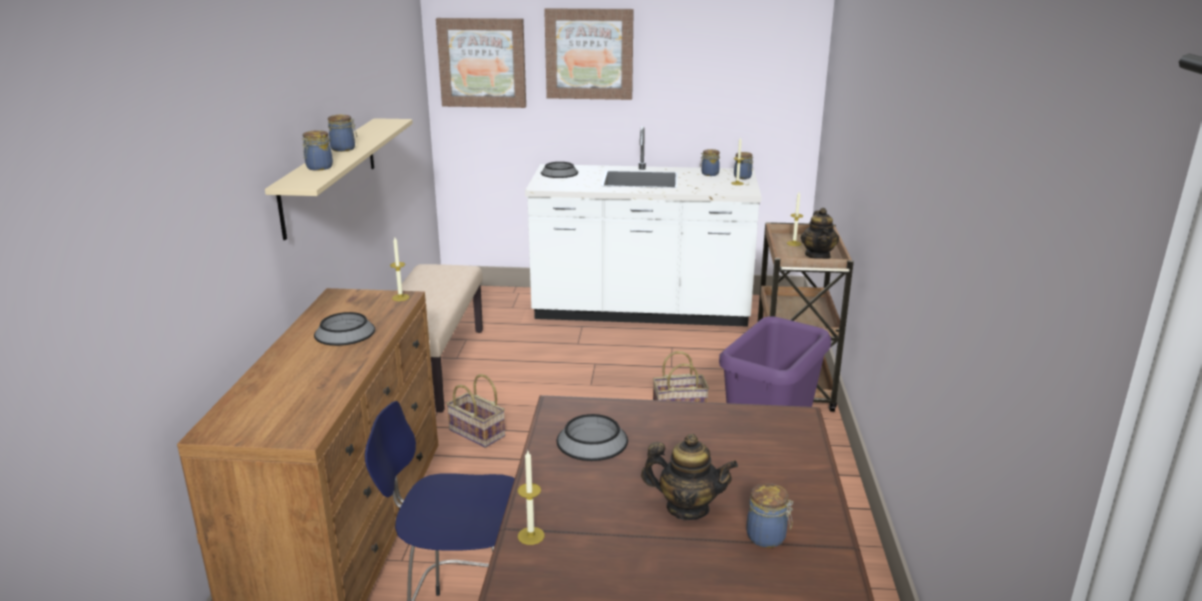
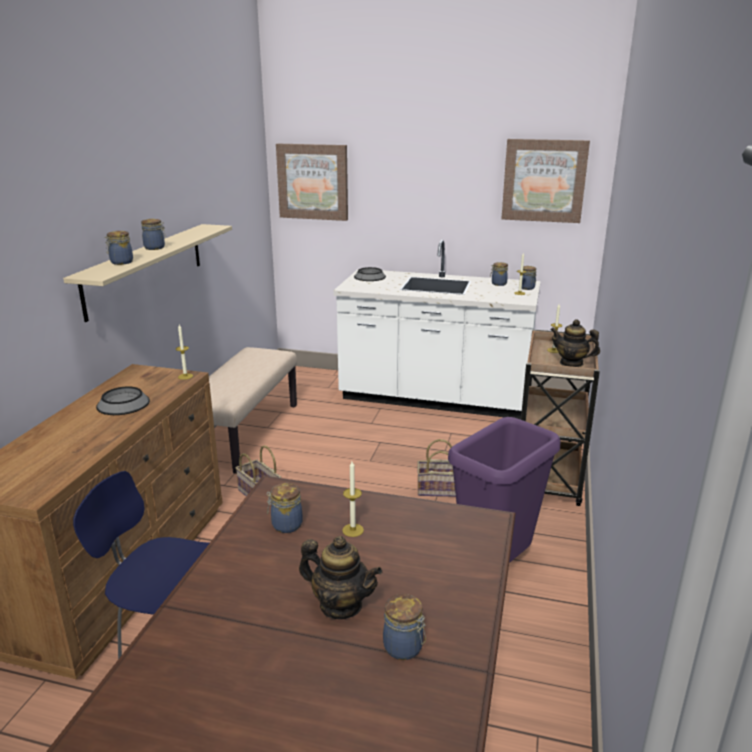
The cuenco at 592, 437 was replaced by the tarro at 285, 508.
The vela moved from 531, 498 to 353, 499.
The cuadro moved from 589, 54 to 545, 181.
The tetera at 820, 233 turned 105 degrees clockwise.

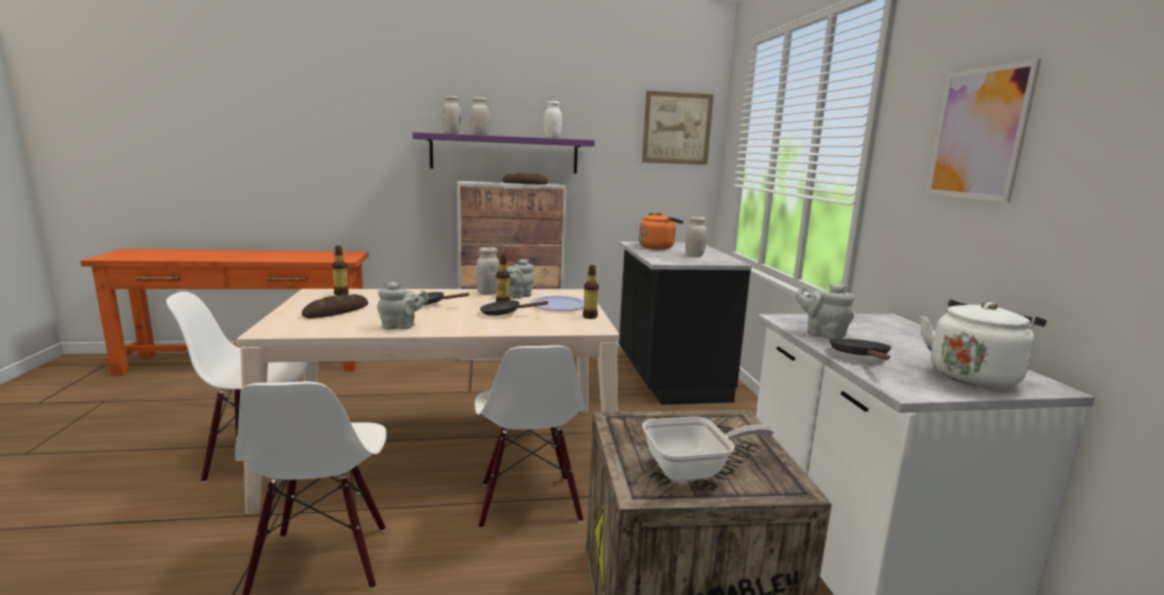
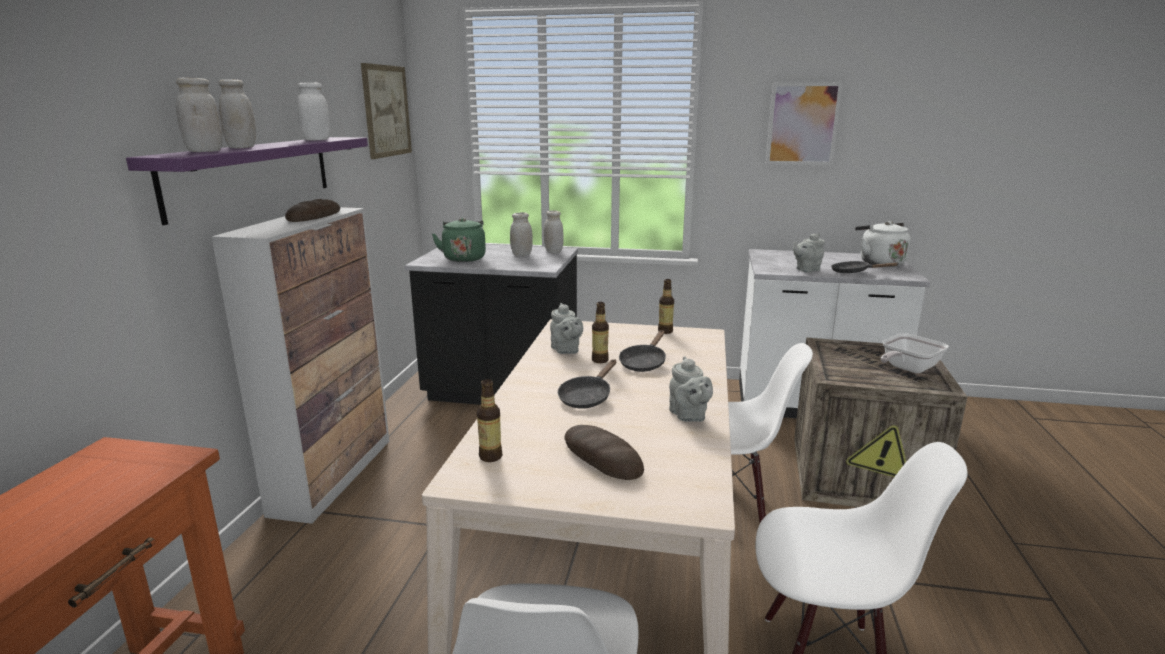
The hervidor [naranja] at 661, 231 became the hervidor [verde] at 459, 240.
The tarro [blanco] moved from 487, 271 to 554, 231.
The tetera [gris] at 403, 305 turned 150 degrees clockwise.
The sartén at 708, 448 turned 135 degrees counterclockwise.
The plato at 557, 303 disappeared.

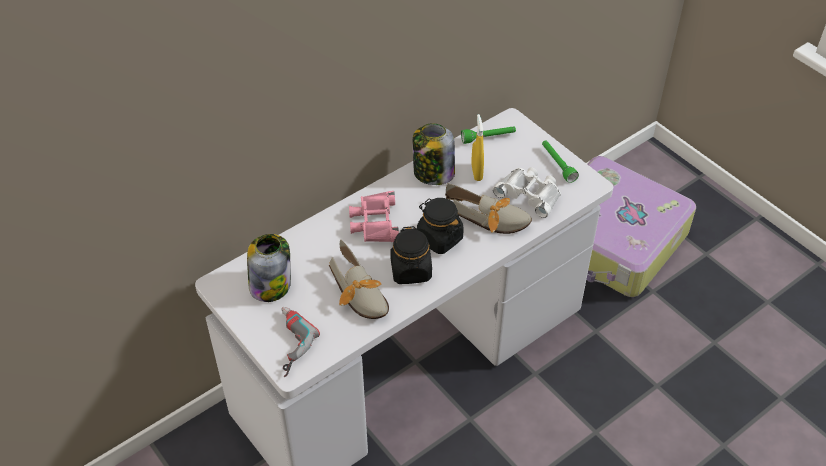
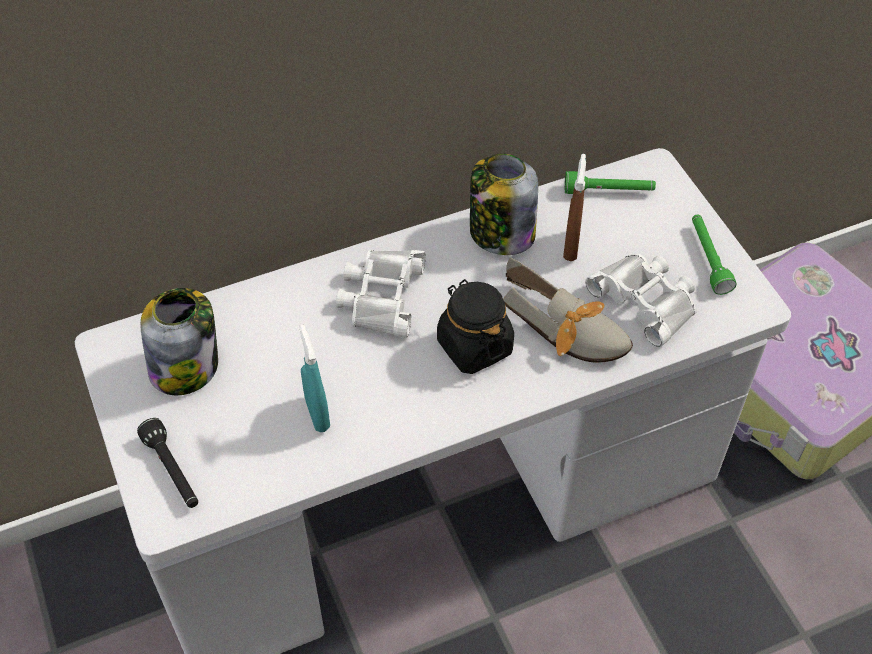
The taladro at 300, 342 was replaced by the linterna [negro] at 167, 463.
The zapato at 359, 279 was replaced by the pulverizador [turquesa] at 314, 378.
The prismáticos [rosa] at 374, 216 became the prismáticos [blanco] at 381, 294.
The pulverizador [amarillo] at 477, 147 became the pulverizador [marrón] at 574, 207.
The tarro [negro] at 411, 255 disappeared.

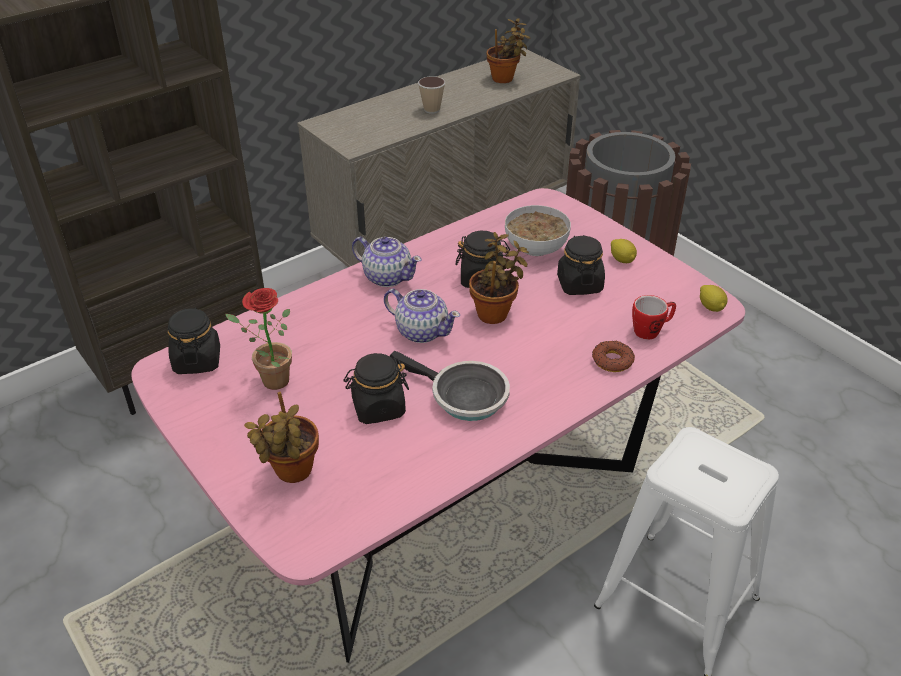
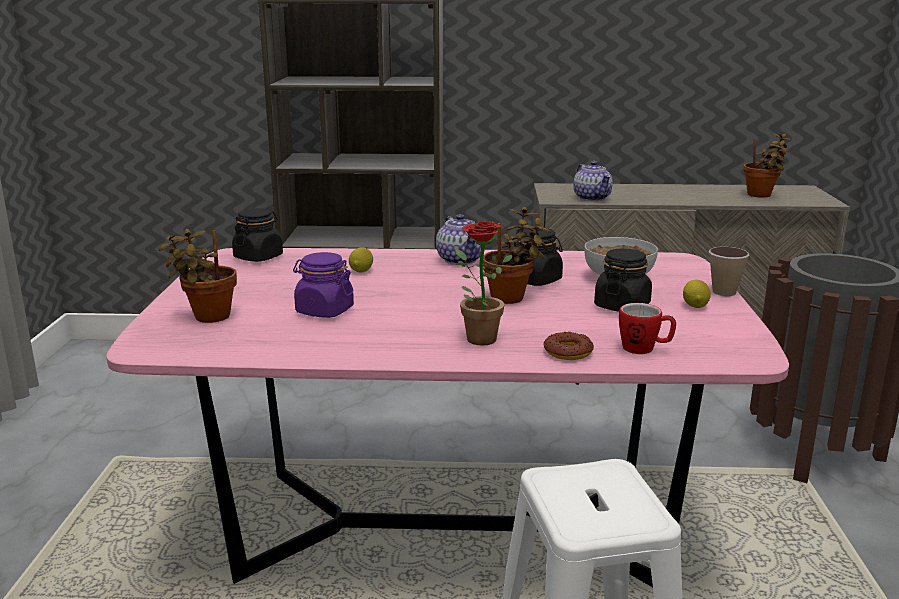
The tarro [negro] at 376, 388 became the tarro [morado] at 323, 285.
The limón moved from 713, 298 to 361, 260.
The planta en maceta moved from 258, 339 to 484, 283.
The tetera moved from 422, 316 to 593, 181.
The taza moved from 431, 94 to 729, 271.
The sartén at 450, 386 disappeared.

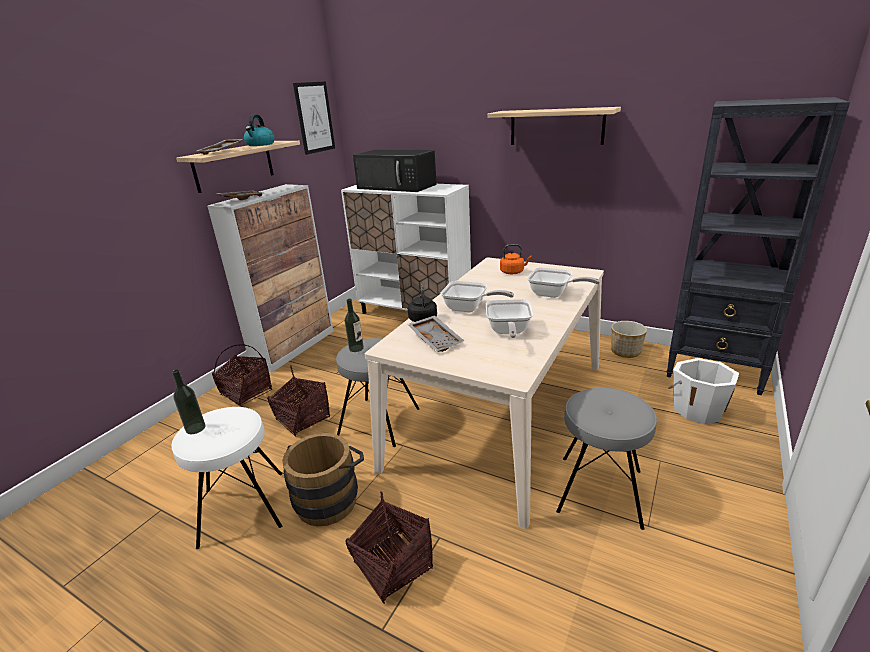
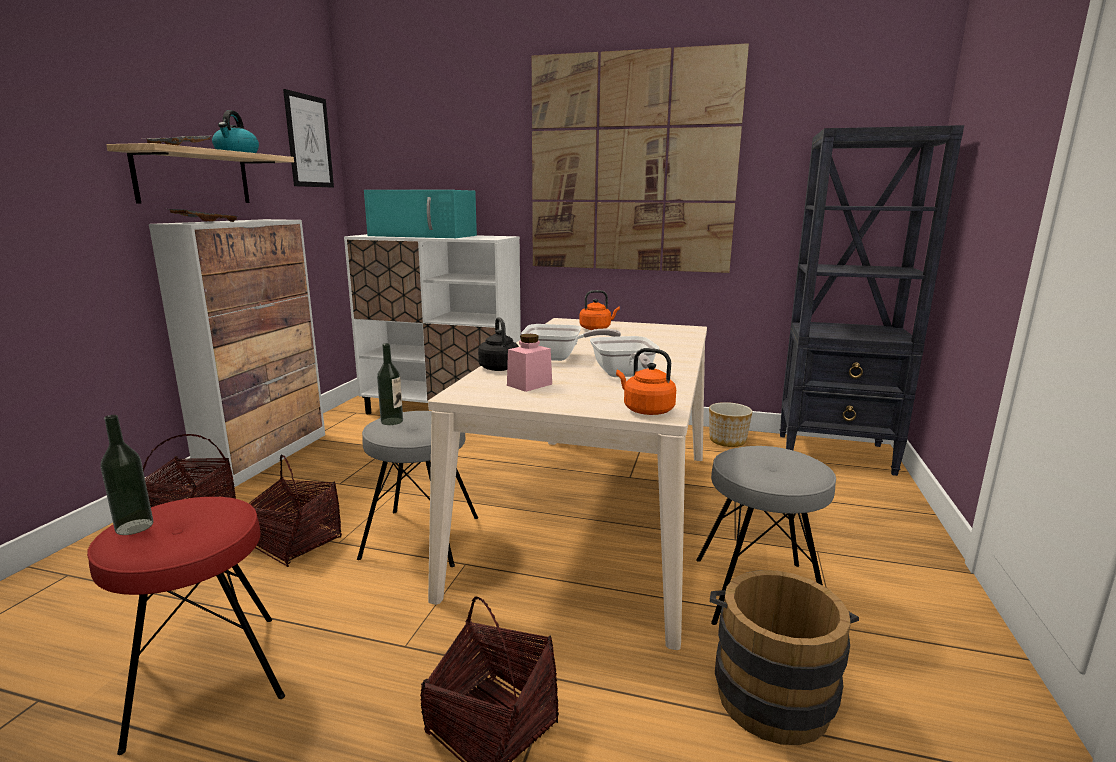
The taburete [blanco] at 227, 478 became the taburete [rojo] at 186, 626.
The microondas [negro] at 395, 171 became the microondas [turquesa] at 420, 214.
The bandeja [gris] at 435, 333 was replaced by the tarro [rosa] at 529, 363.
The estante at 554, 126 was replaced by the cuadro at 640, 158.
The hervidor [naranja] at 646, 381 appeared.
The cubo [marrón] moved from 323, 479 to 784, 657.
The sartén at 563, 282 disappeared.
The cubo [blanco] at 704, 391 disappeared.

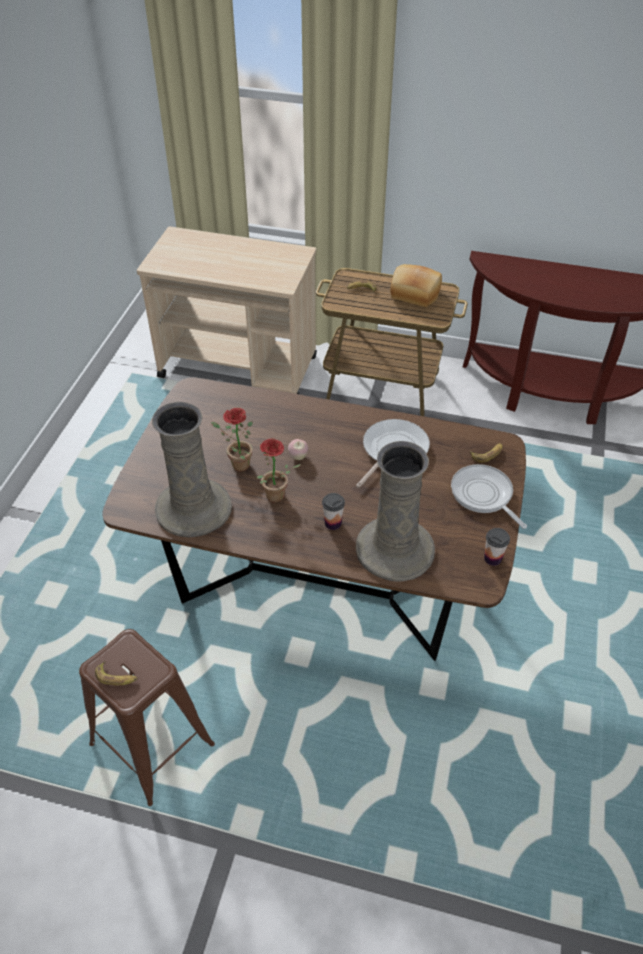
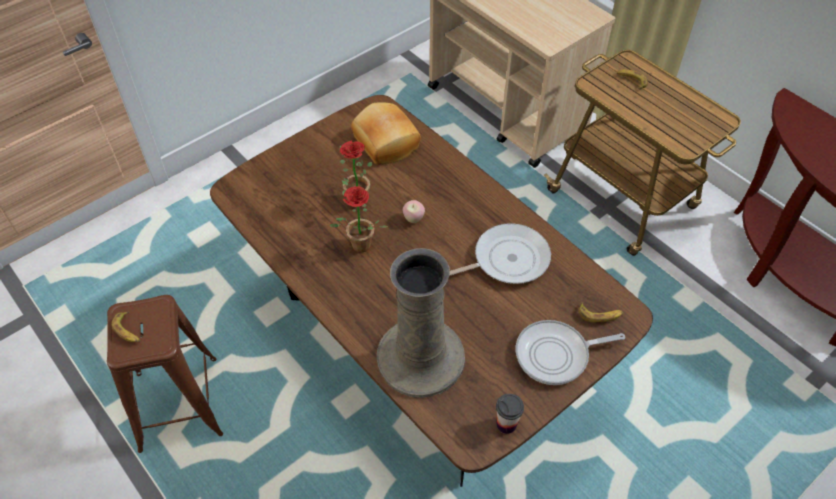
The pan moved from 416, 285 to 386, 133.
The sartén at 489, 496 turned 105 degrees counterclockwise.
The florero [beis] at 192, 469 disappeared.
The taza at 333, 511 disappeared.

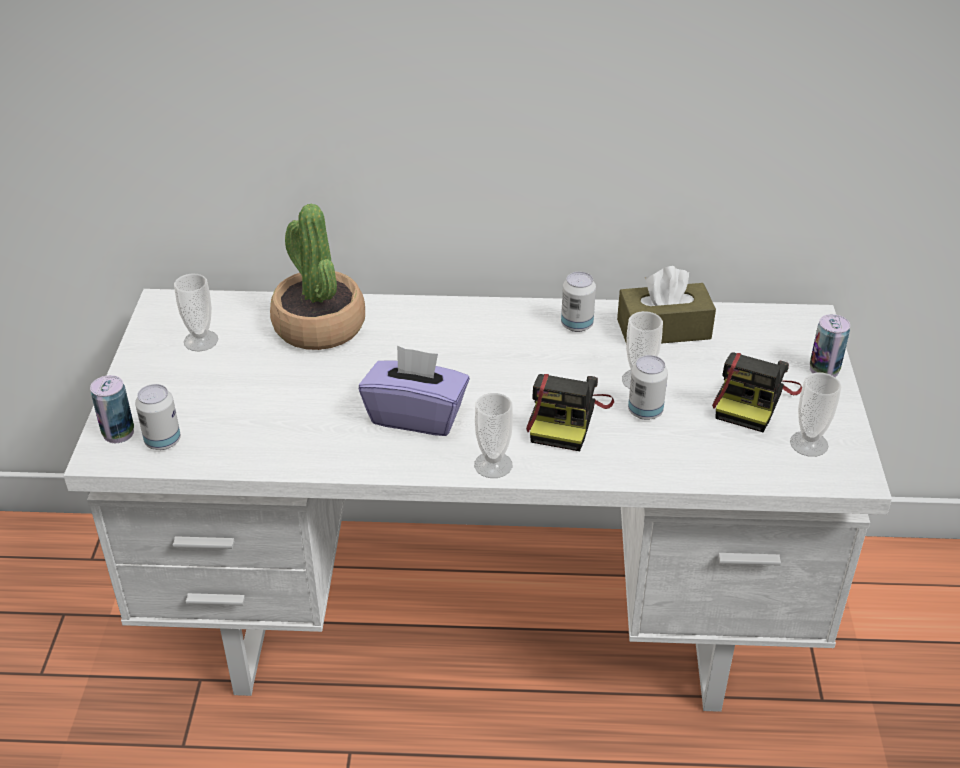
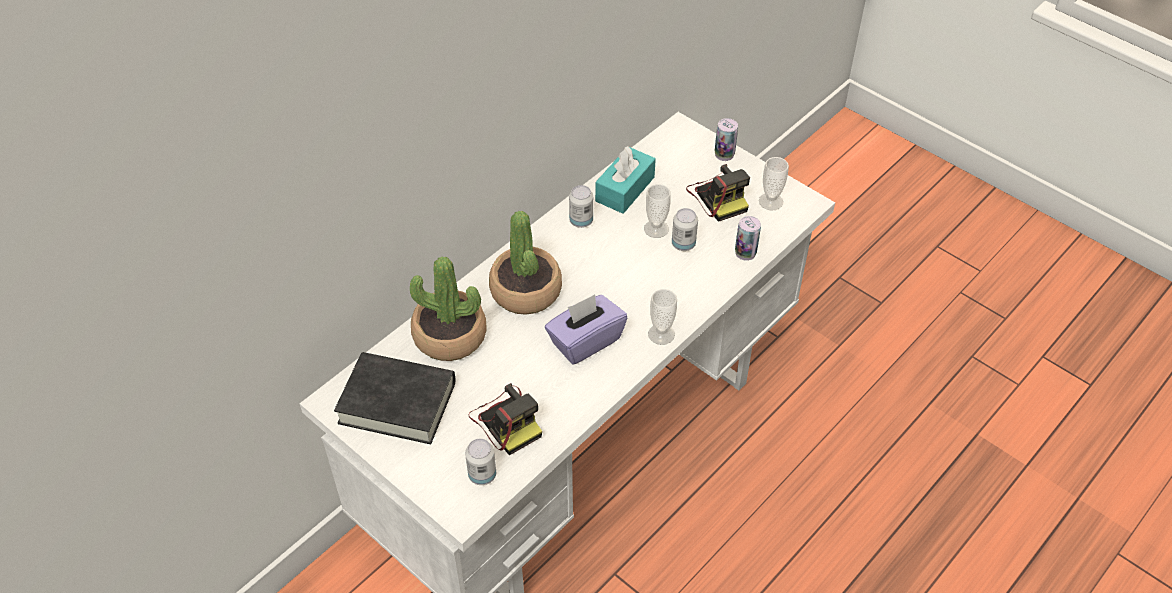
The taza at 196, 312 was replaced by the libro [negro] at 394, 398.
The cámara moved from 570, 412 to 505, 419.
The planta en maceta at 525, 263 appeared.
The caja de pañuelos [marrón] at 666, 305 became the caja de pañuelos [turquesa] at 625, 180.
The lata moved from 112, 409 to 748, 238.

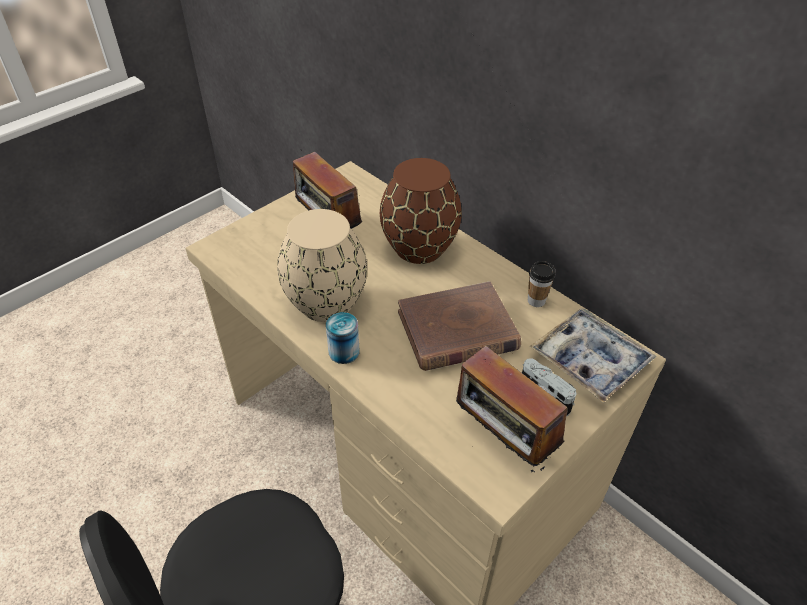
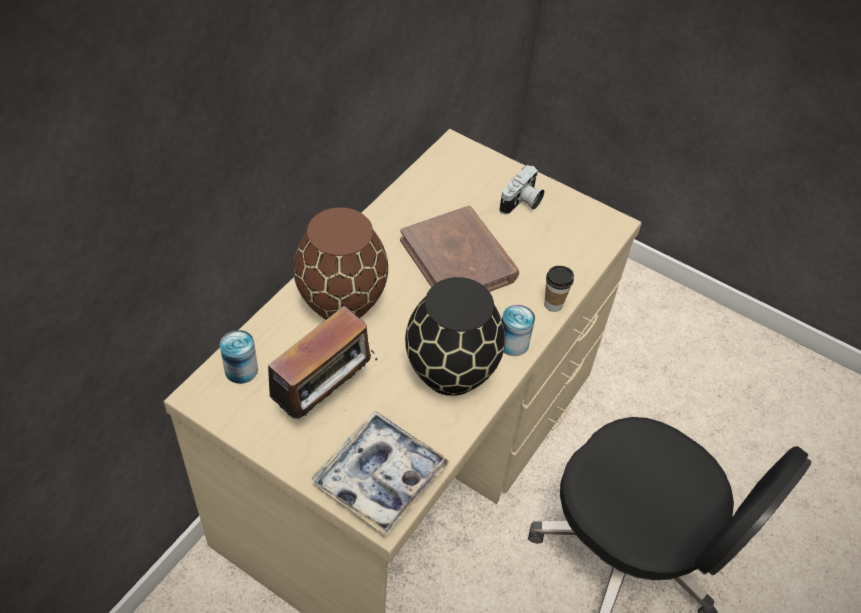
The lata at 239, 357 appeared.
The bandeja moved from 593, 355 to 380, 473.
The florero [beis] at 322, 265 became the florero [negro] at 455, 336.
The taza moved from 541, 284 to 559, 289.
The radio at 511, 408 disappeared.

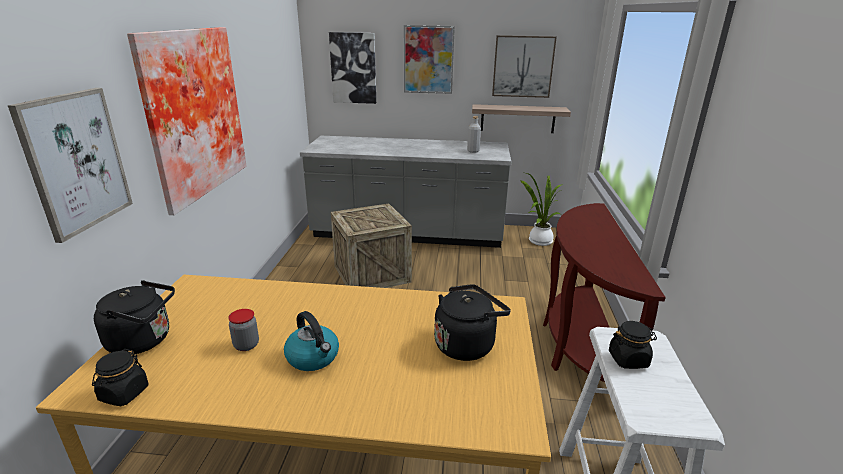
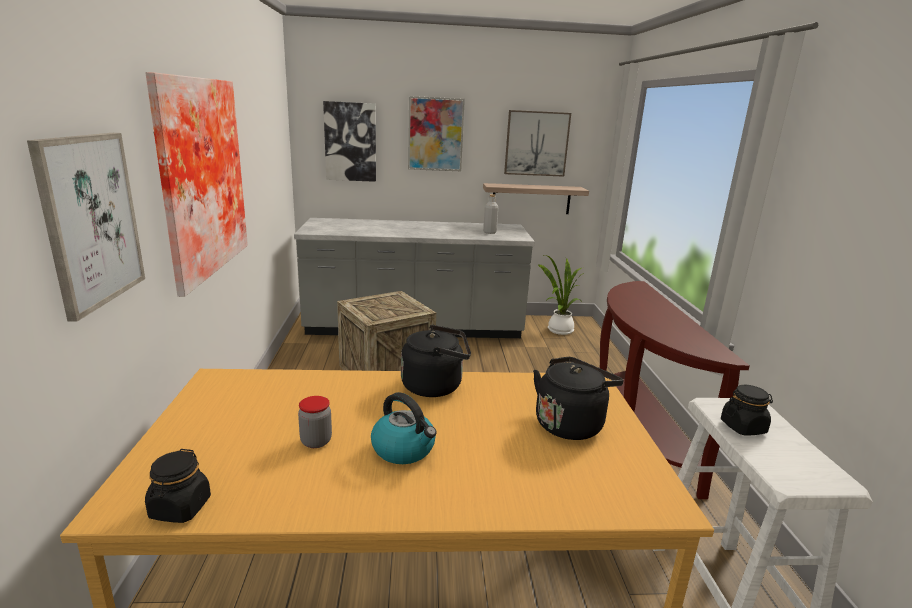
The hervidor [negro] moved from 134, 317 to 436, 361.

